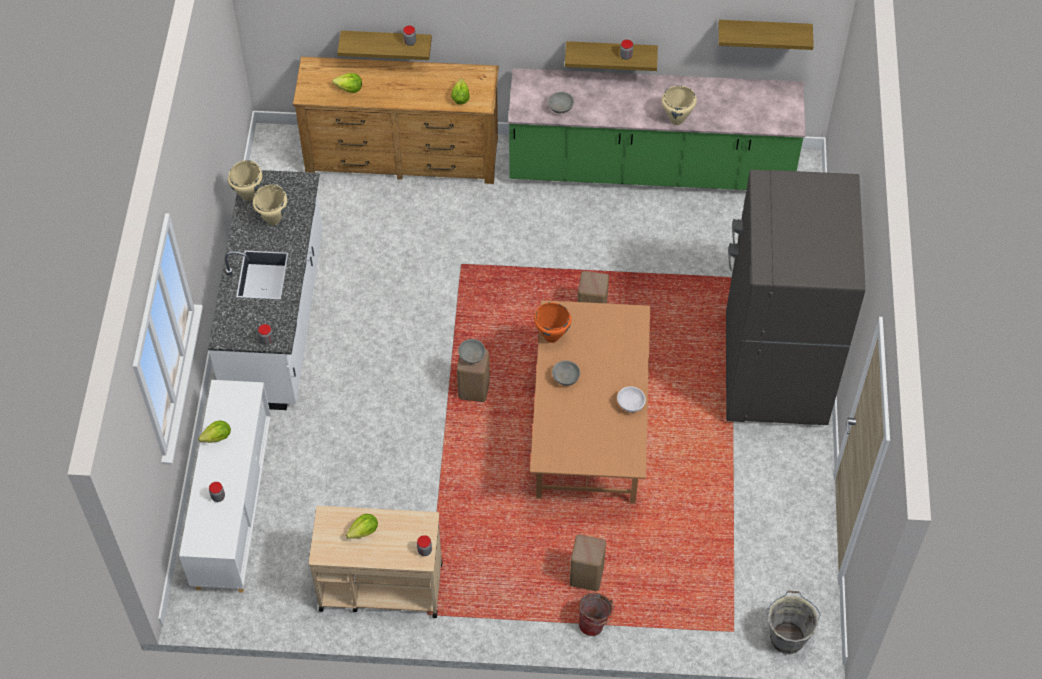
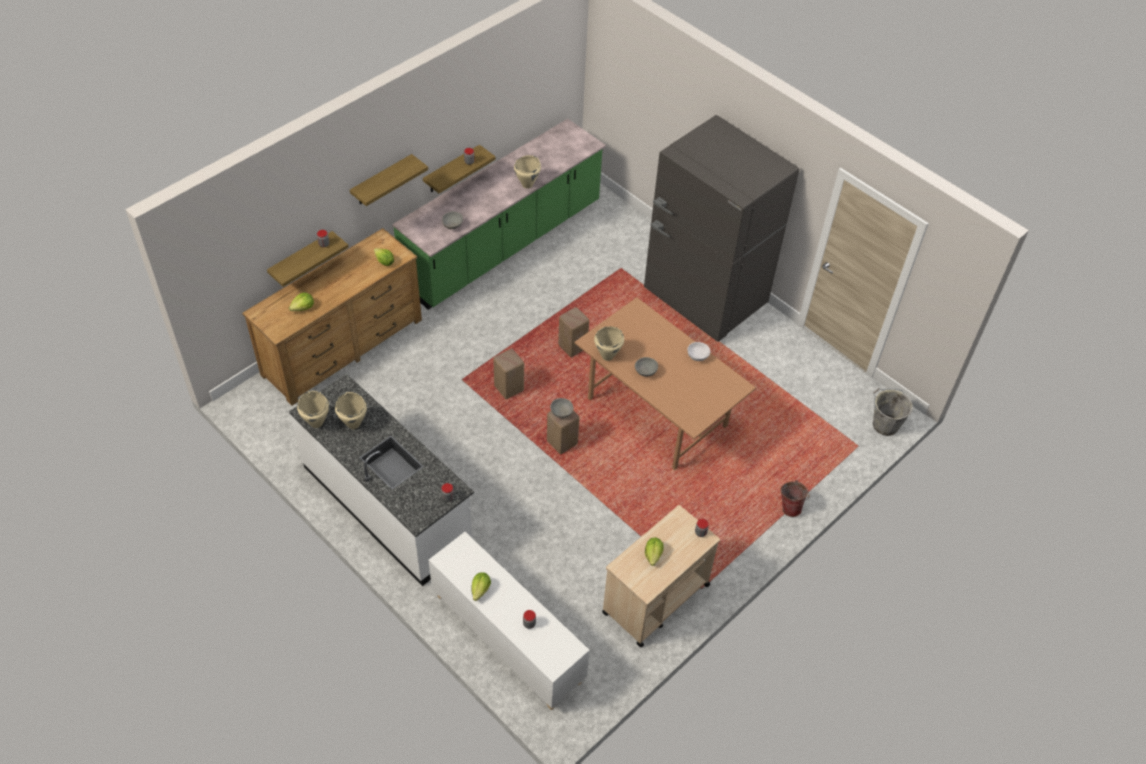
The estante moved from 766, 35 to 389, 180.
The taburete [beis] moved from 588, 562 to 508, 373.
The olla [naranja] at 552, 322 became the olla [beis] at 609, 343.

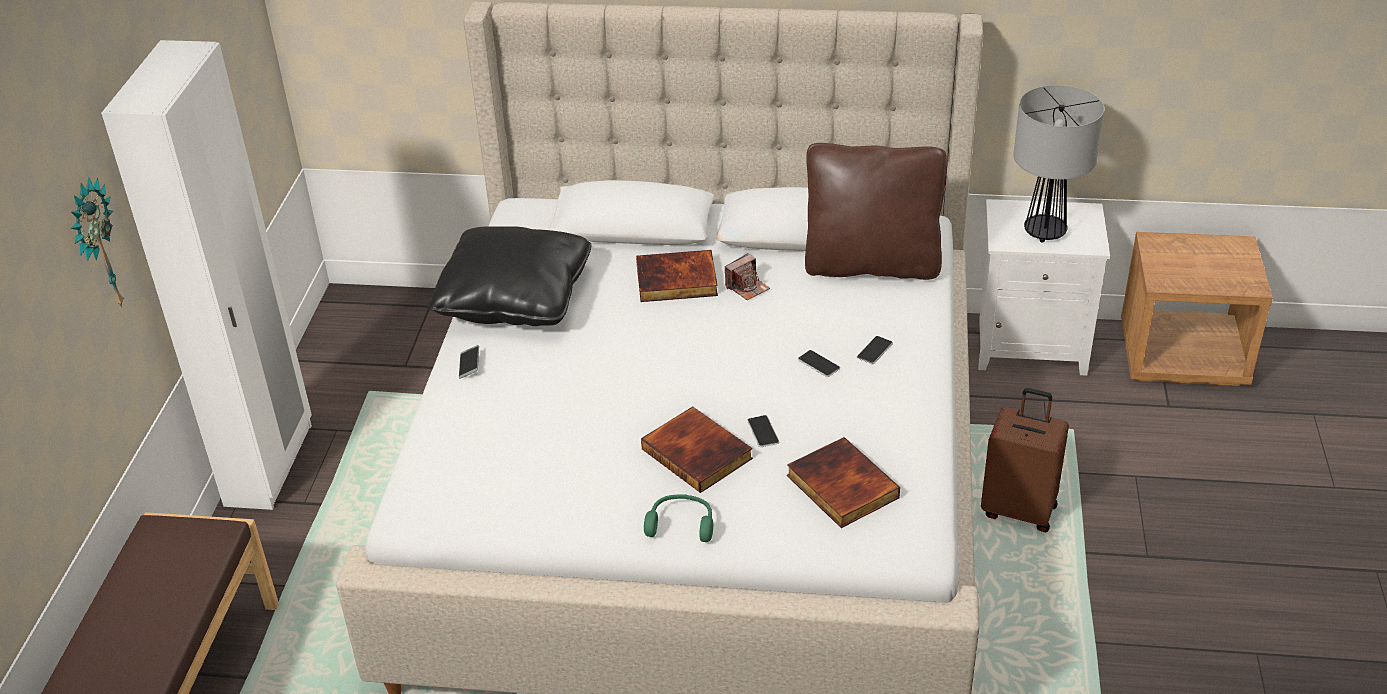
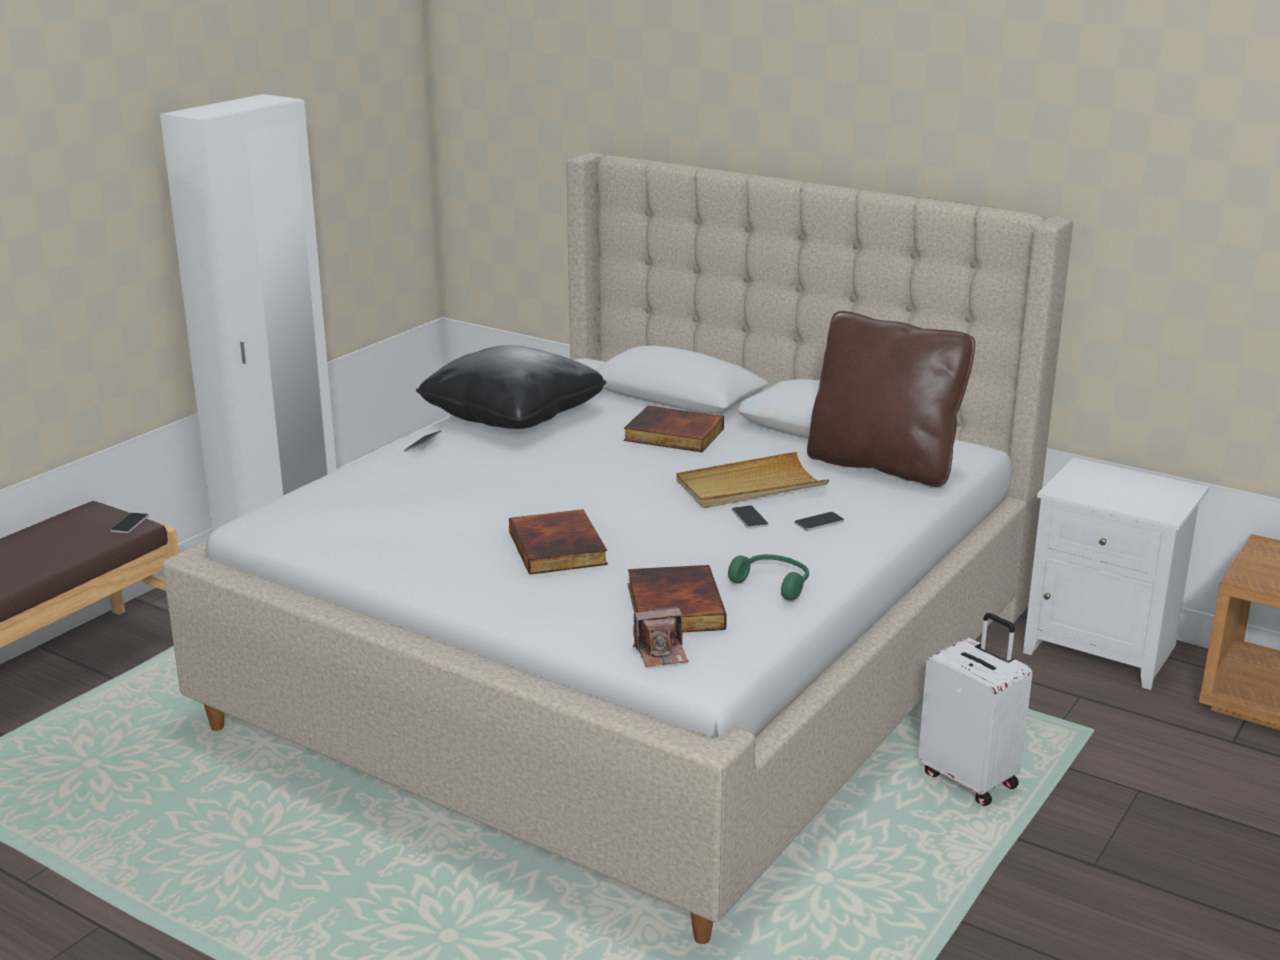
The móvil moved from 763, 431 to 129, 523.
The cámara moved from 747, 276 to 660, 636.
The bandeja [beis] at 752, 480 appeared.
The auriculares [verde] moved from 678, 518 to 768, 577.
The maleta [marrón] at 1025, 460 became the maleta [blanco] at 975, 709.
The reloj de pared at 97, 242 disappeared.
The lámpara de mesa at 1059, 164 disappeared.

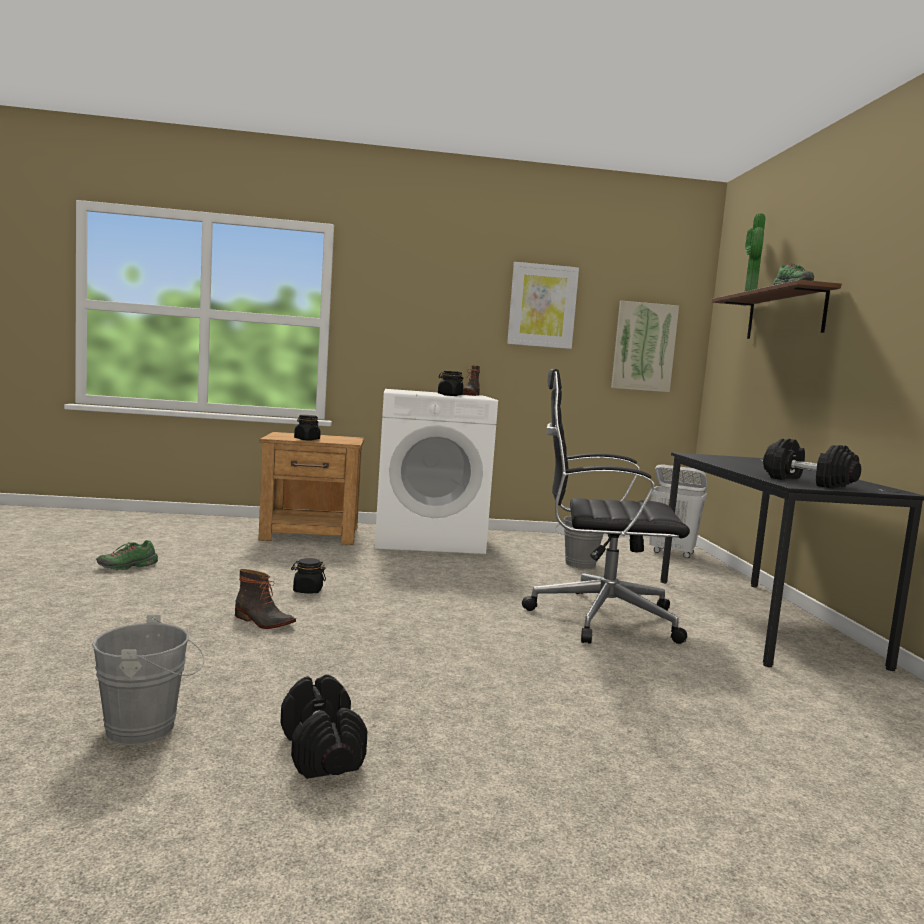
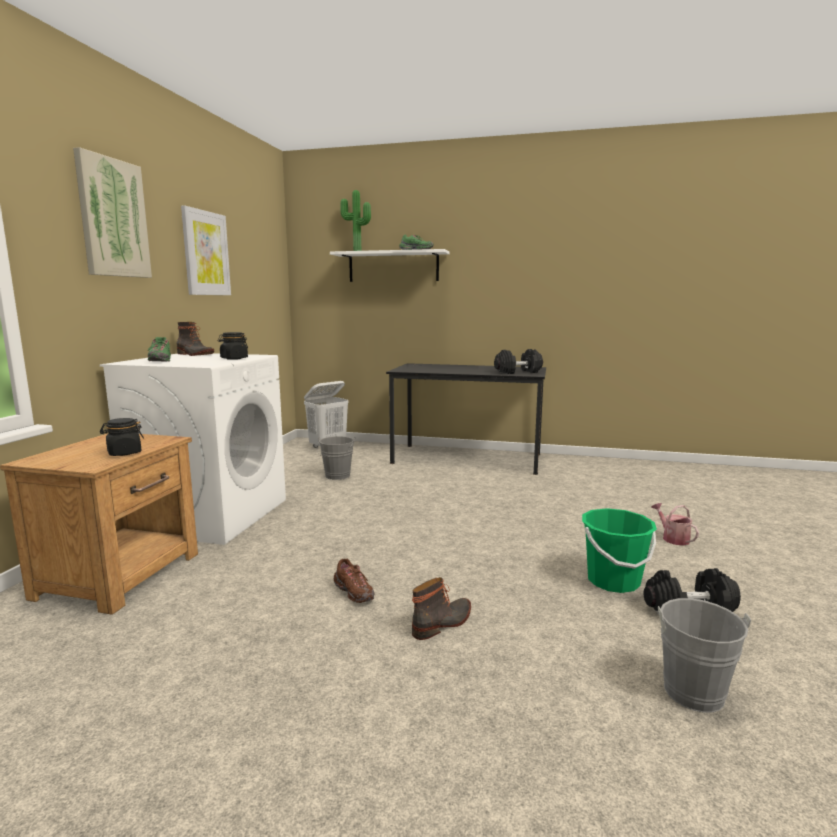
The cuadro moved from 645, 346 to 112, 212.
The zapato [verde] moved from 127, 555 to 159, 349.
The estante [marrón] at 776, 309 became the estante [blanco] at 390, 265.
The tarro [negro] at 308, 575 was replaced by the zapato [marrón] at 354, 581.
The cubo [verde] at 619, 550 appeared.
The regadera at 675, 524 appeared.
The silla de oficina [negro] at 606, 506 disappeared.

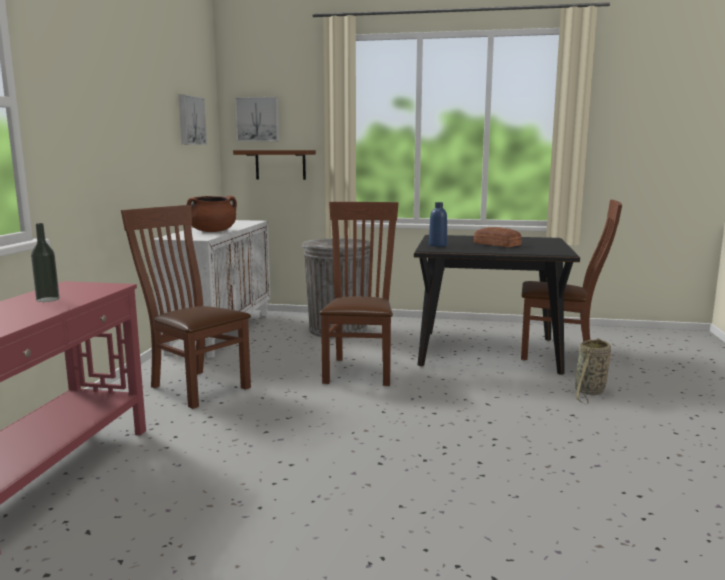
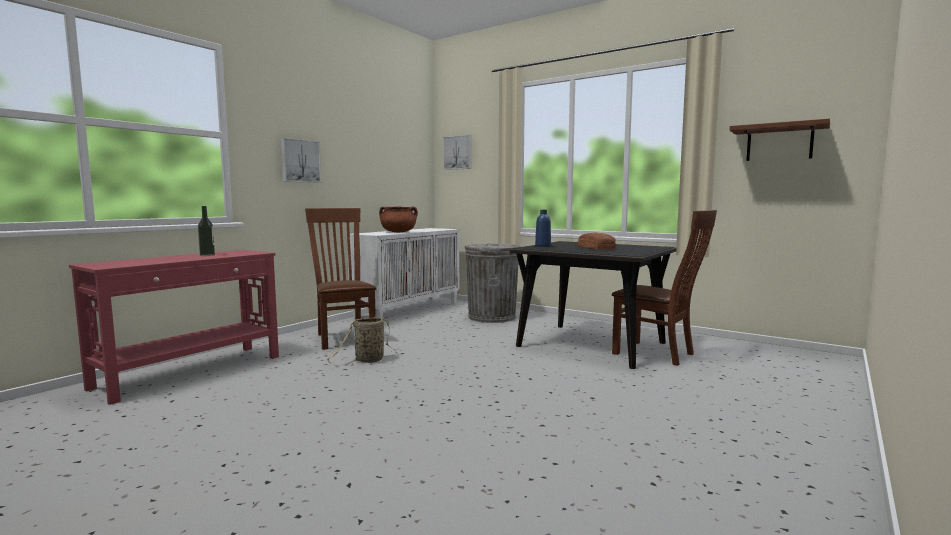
The cuadro moved from 193, 119 to 301, 160.
The cesta moved from 593, 371 to 362, 341.
The estante [marrón] moved from 274, 165 to 779, 140.
The silla [marrón] at 359, 294 disappeared.

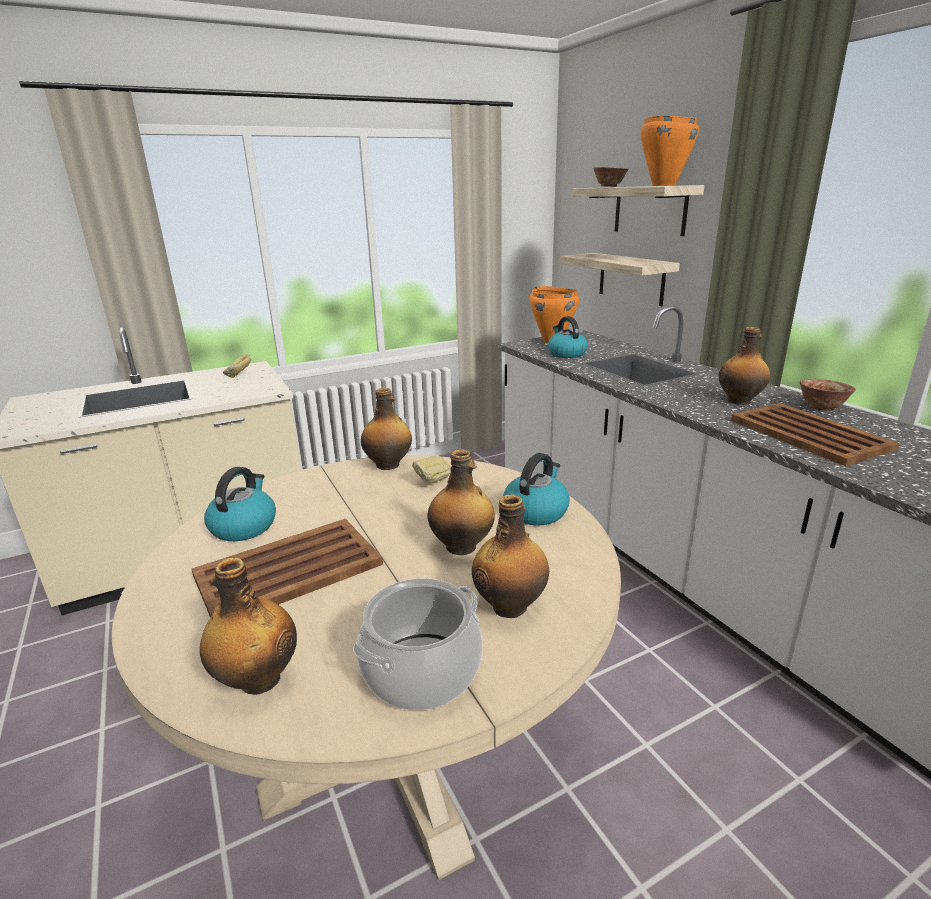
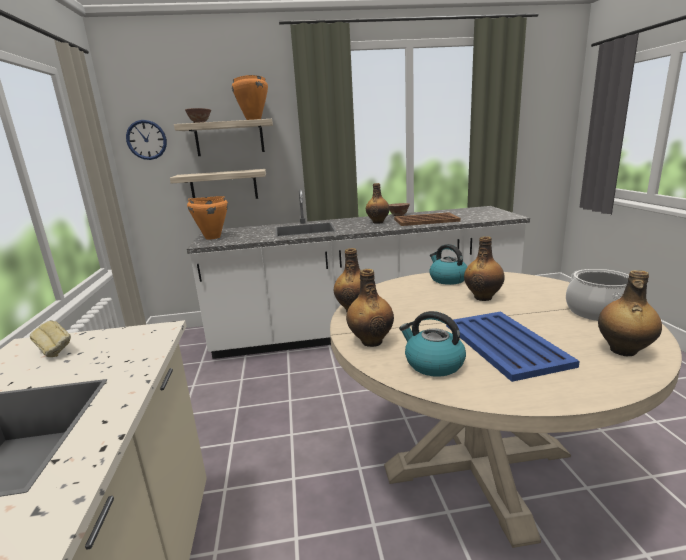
The reloj de pared at 146, 140 appeared.
The botella moved from 510, 556 to 370, 308.
The bandeja [marrón] at 287, 568 became the bandeja [azul] at 513, 347.
The pan at 431, 469 disappeared.
The hervidor at 568, 337 disappeared.

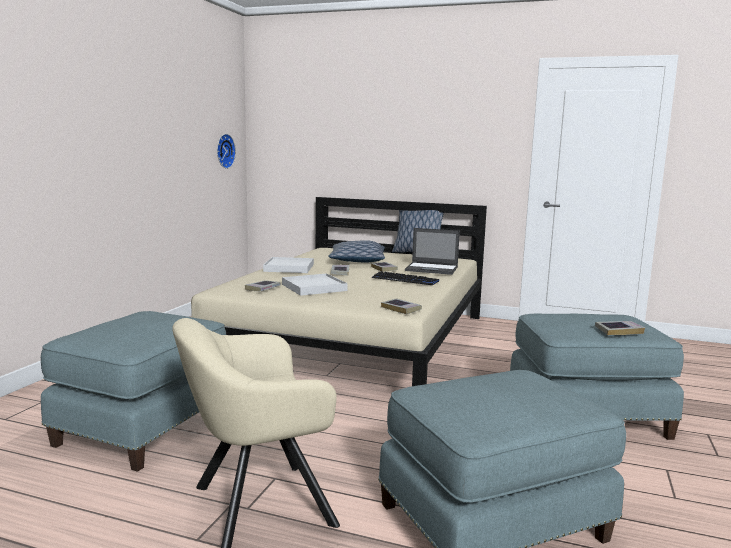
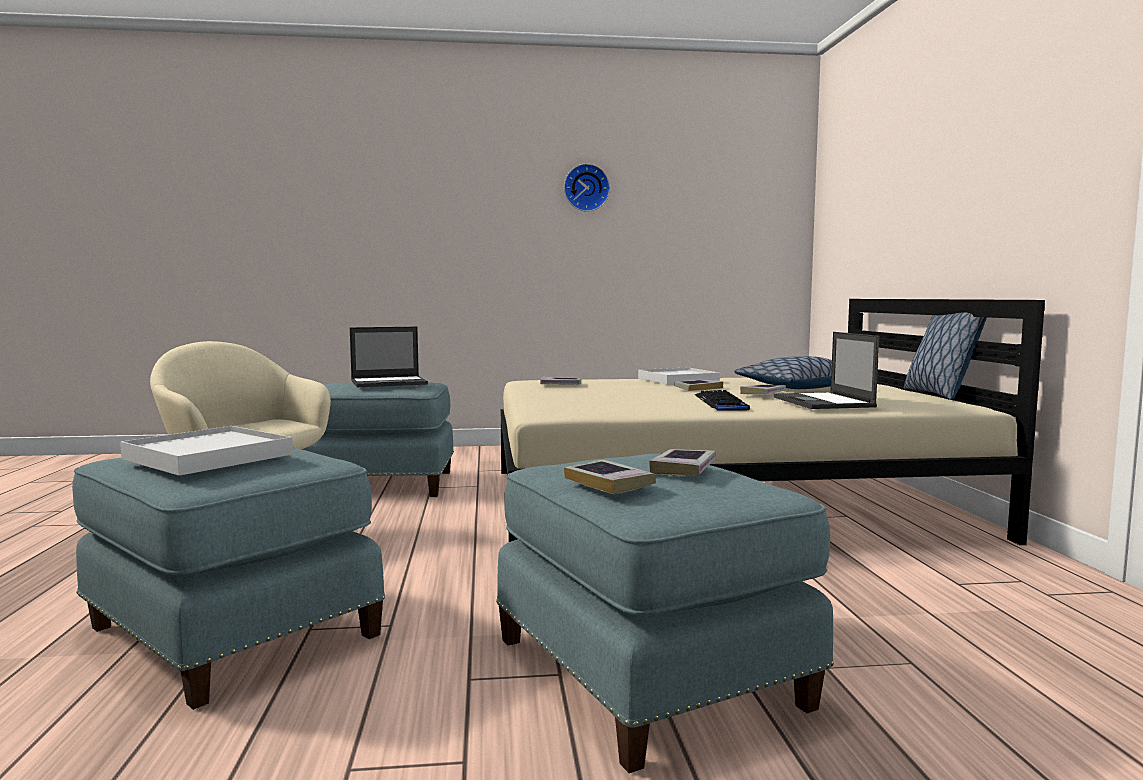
The bandeja [blanco] moved from 315, 284 to 206, 451.
The portátil at 389, 357 appeared.
The reloj de pared moved from 226, 151 to 587, 188.
The libro moved from 401, 306 to 682, 462.

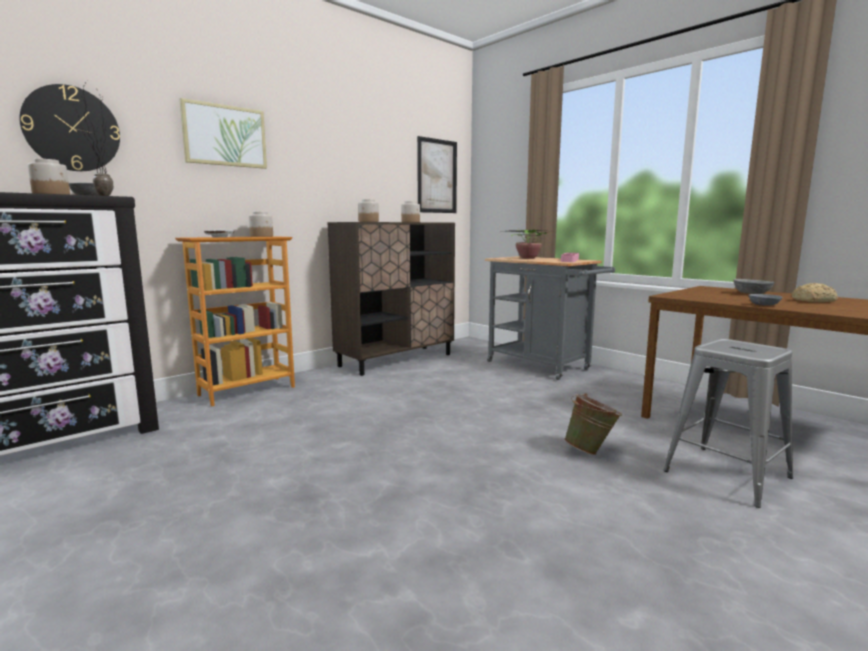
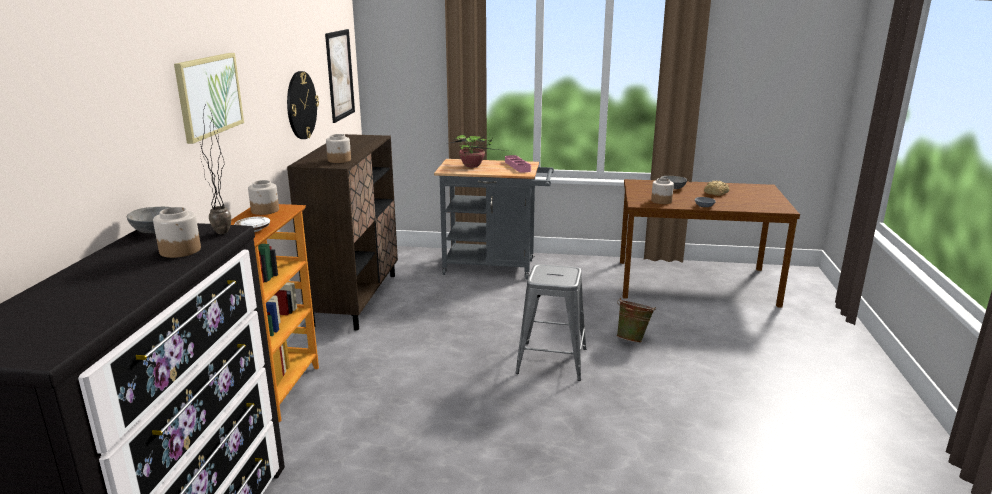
The reloj de pared moved from 69, 127 to 303, 105.
The taburete [gris] moved from 728, 423 to 550, 322.
The tarro moved from 410, 211 to 662, 191.

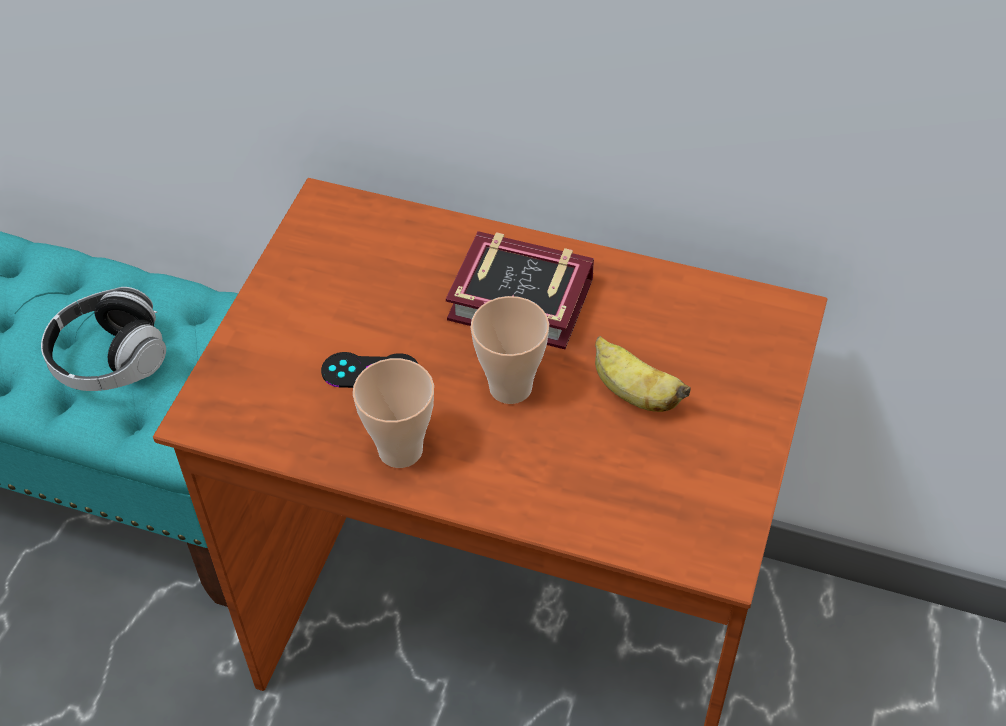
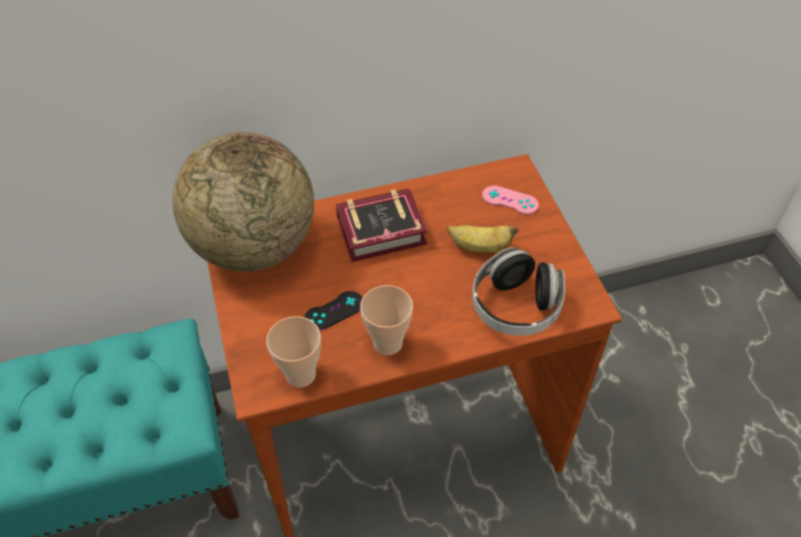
The globo terráqueo at 243, 202 appeared.
The taza moved from 509, 350 to 293, 352.
The auriculares moved from 103, 339 to 518, 291.
The mando de consola [rosa] at 510, 200 appeared.

